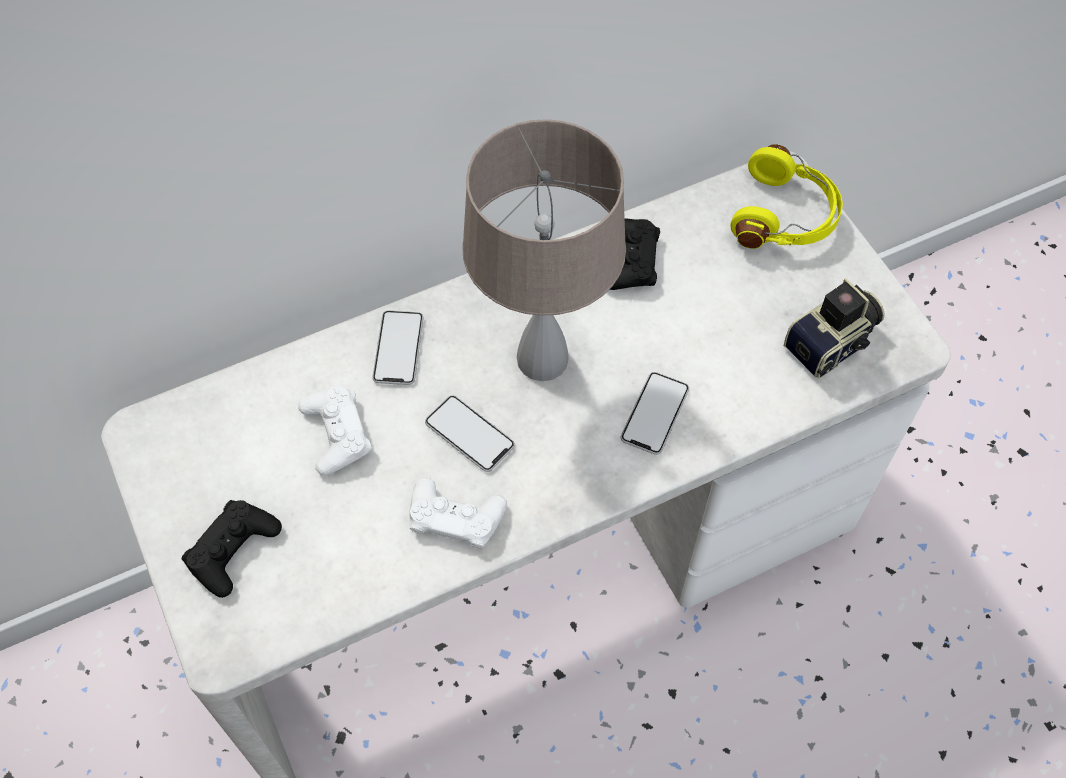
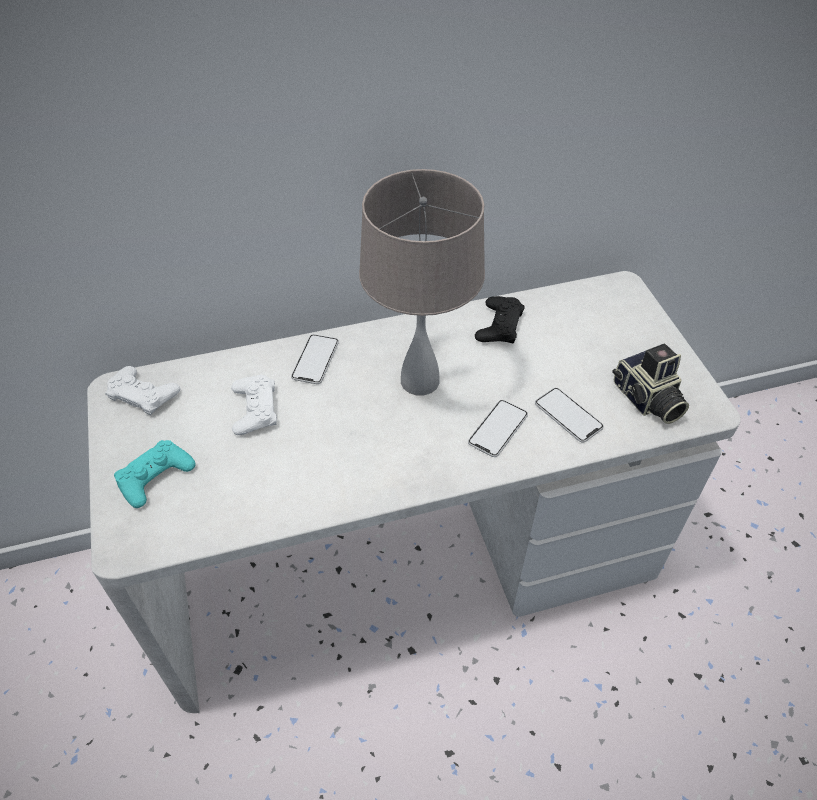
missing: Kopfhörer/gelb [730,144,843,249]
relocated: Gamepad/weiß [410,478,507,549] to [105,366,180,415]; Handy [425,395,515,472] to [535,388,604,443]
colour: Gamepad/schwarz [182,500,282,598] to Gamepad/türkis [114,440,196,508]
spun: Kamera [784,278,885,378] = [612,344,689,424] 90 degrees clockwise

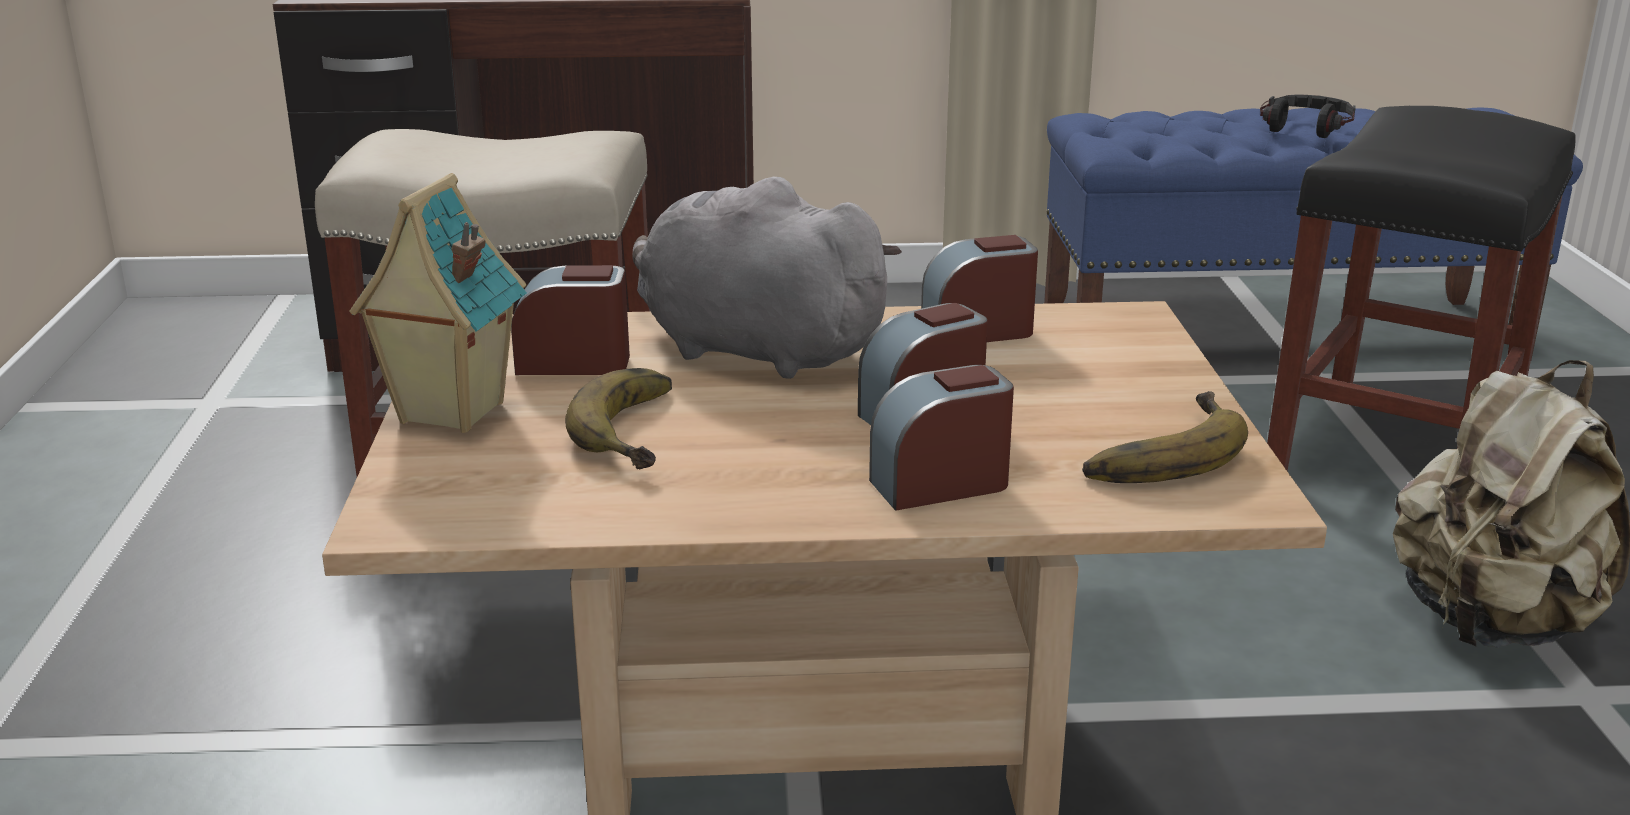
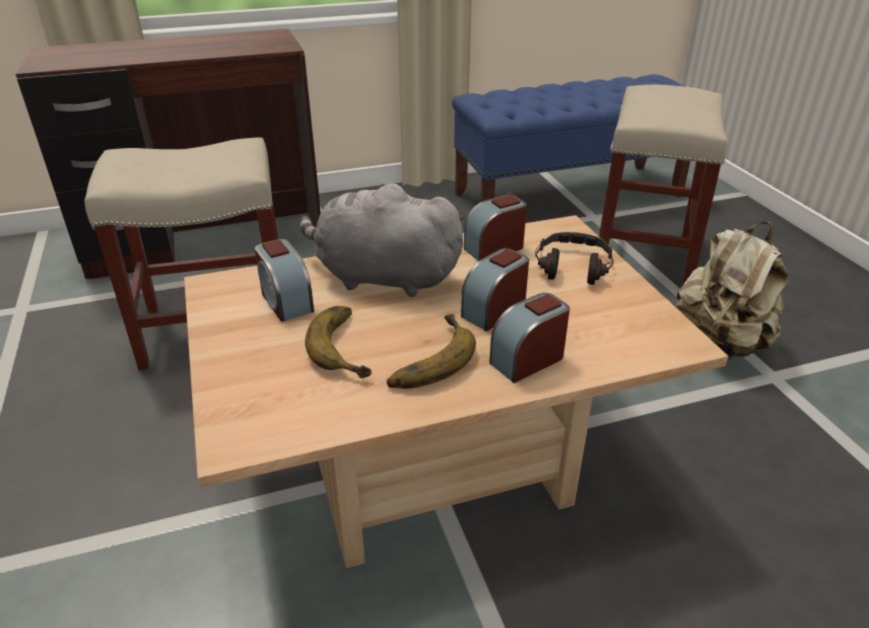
missing: Spielzeughaus [349,173,527,433]
relocated: Banane [1082,391,1248,483] to [387,314,476,389]; Kopfhörer [1260,95,1356,138] to [535,232,614,285]
colour: Hocker/schwarz [1267,106,1576,471] to Hocker/beige [599,84,727,287]
spun: Wecker [511,265,630,375] = [255,239,314,322] 105 degrees counterclockwise

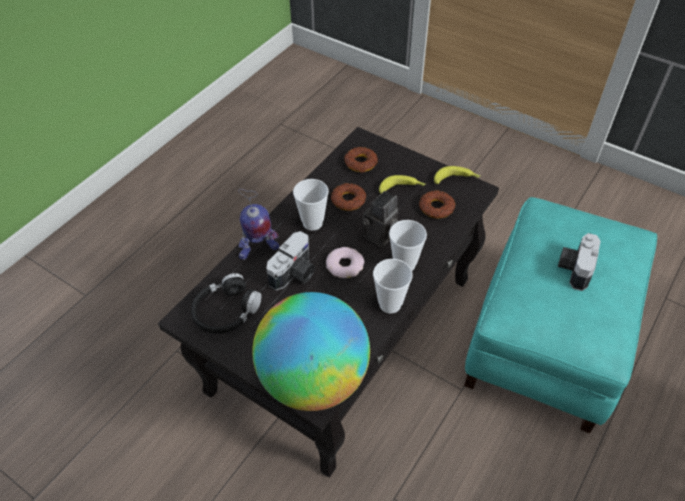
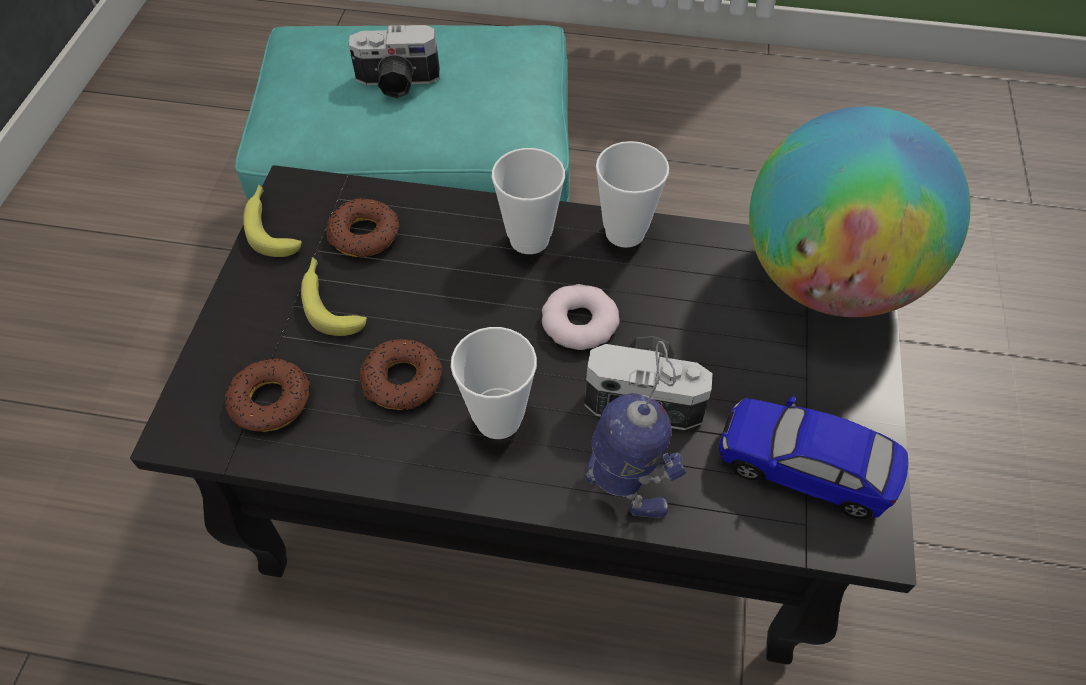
missing: Kamera [362,191,398,247]
exchanged: Kopfhörer/schwarz [191,273,262,334] to Spielzeugauto [719,397,908,519]

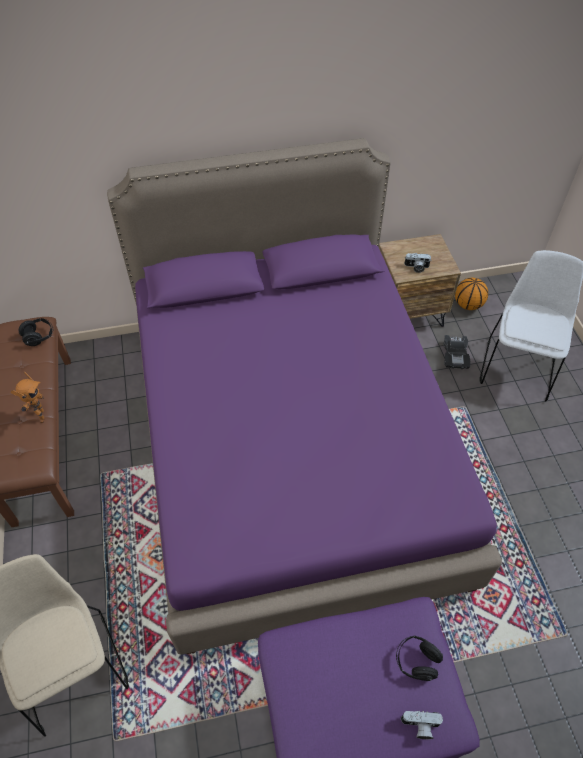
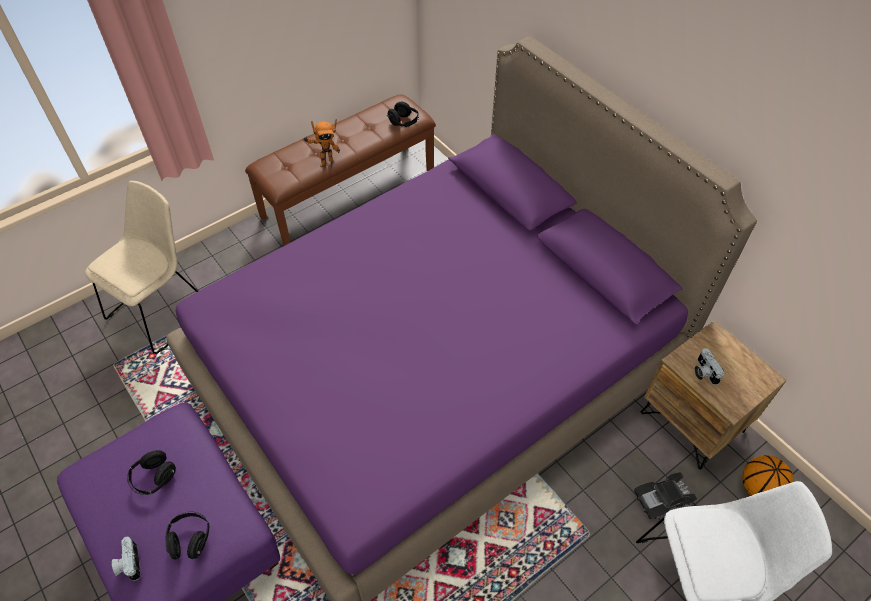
appeared: Kopfhörer/schwarz [127,450,176,495]

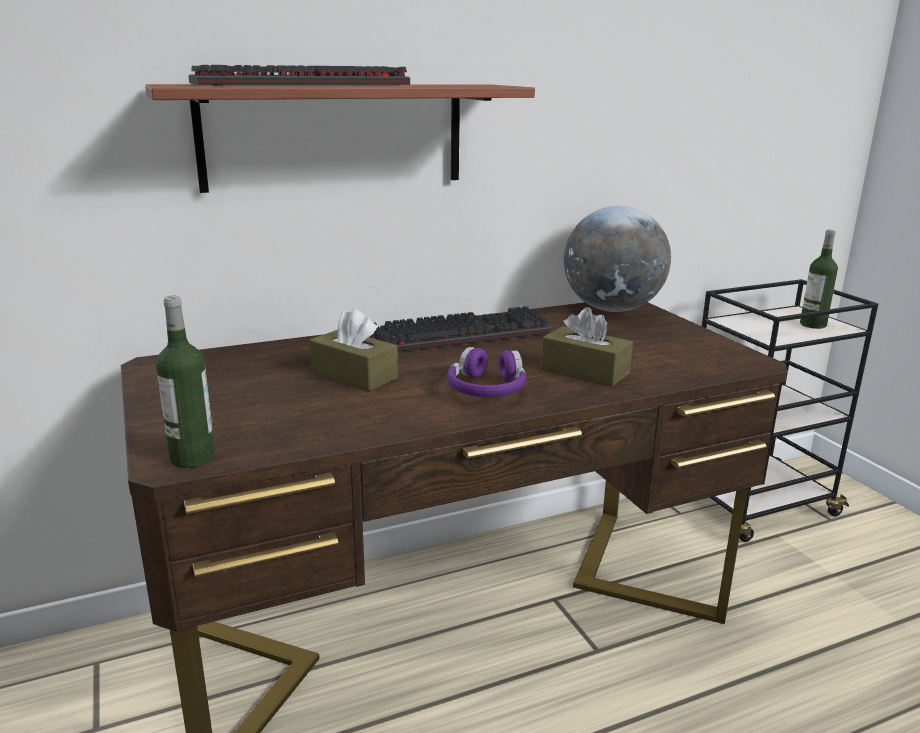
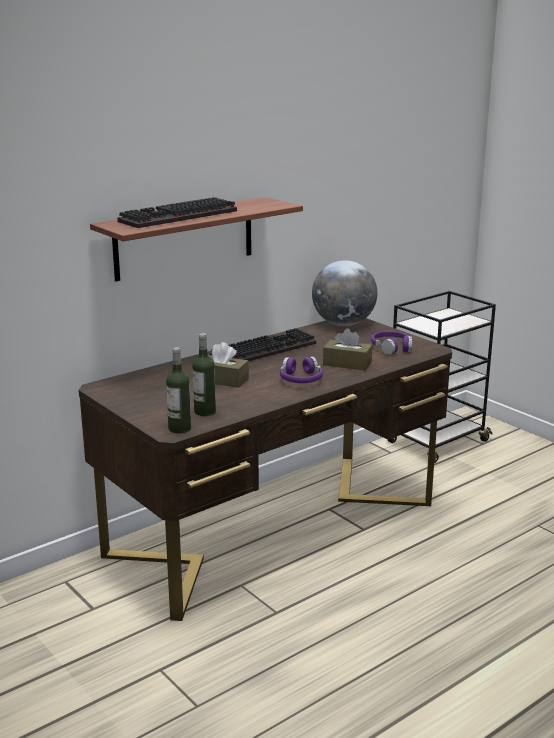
appeared: Kopfhörer/lila [371,331,412,355]
relocated: Flasche [800,230,838,329] to [193,333,216,416]

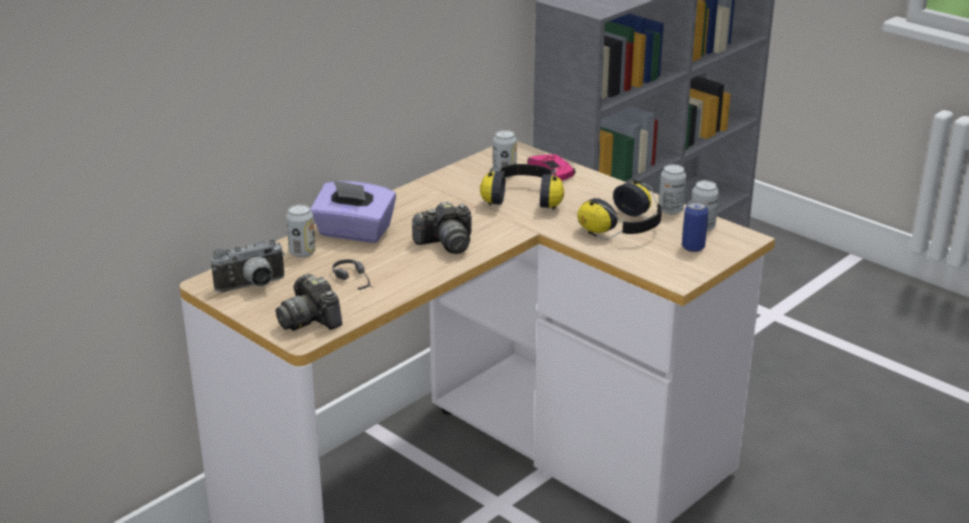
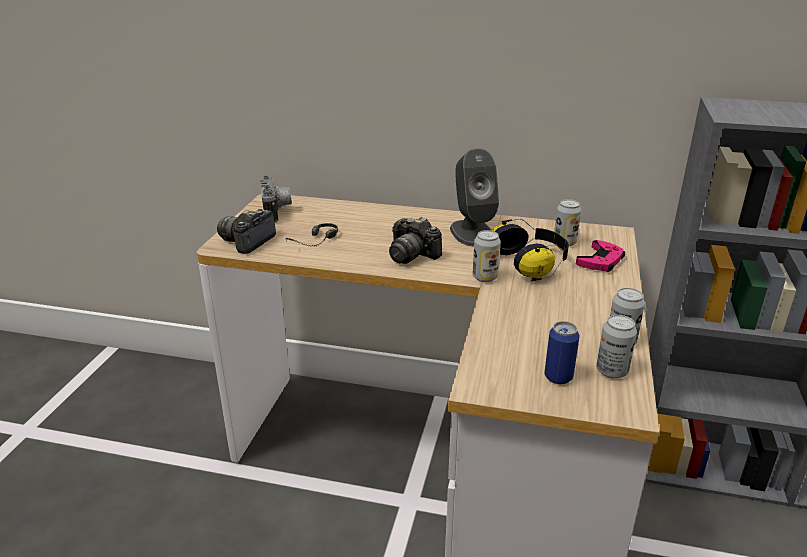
missing: Taschentuchbox/lila [310,180,396,243]; Kopfhörer [577,179,662,240]
appeared: Lautsprecher/grau [450,148,499,246]
relocated: Dose [286,204,316,258] to [473,230,501,282]
spun: Kamera [211,239,285,292] = [260,176,292,223] 135 degrees counterclockwise

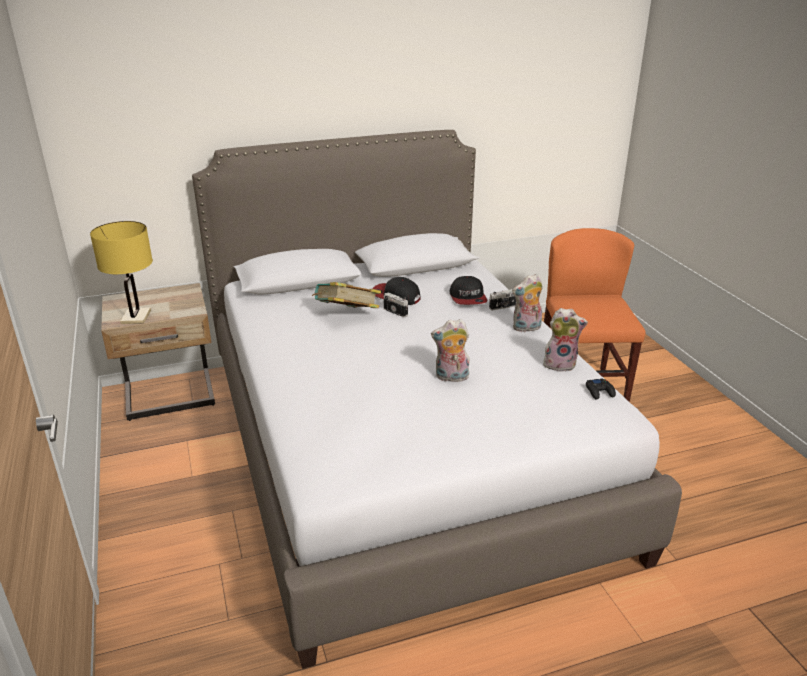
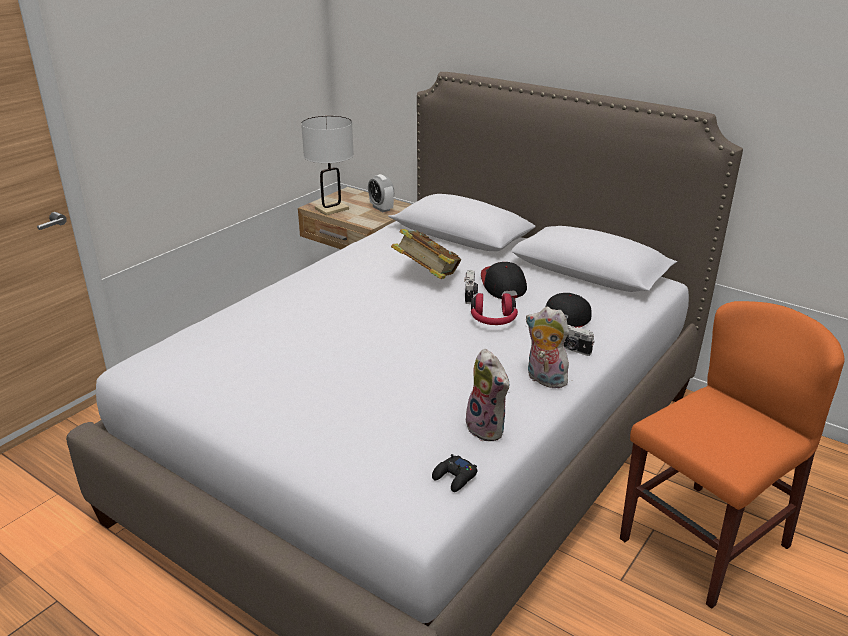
missing: Plüschtier [431,319,470,382]
appeared: Wecker [368,174,394,212]; Kopfhörer/rot [471,293,518,325]
colour: Tischlampe/gelb [90,221,153,324] to Tischlampe/weiß [301,116,354,216]

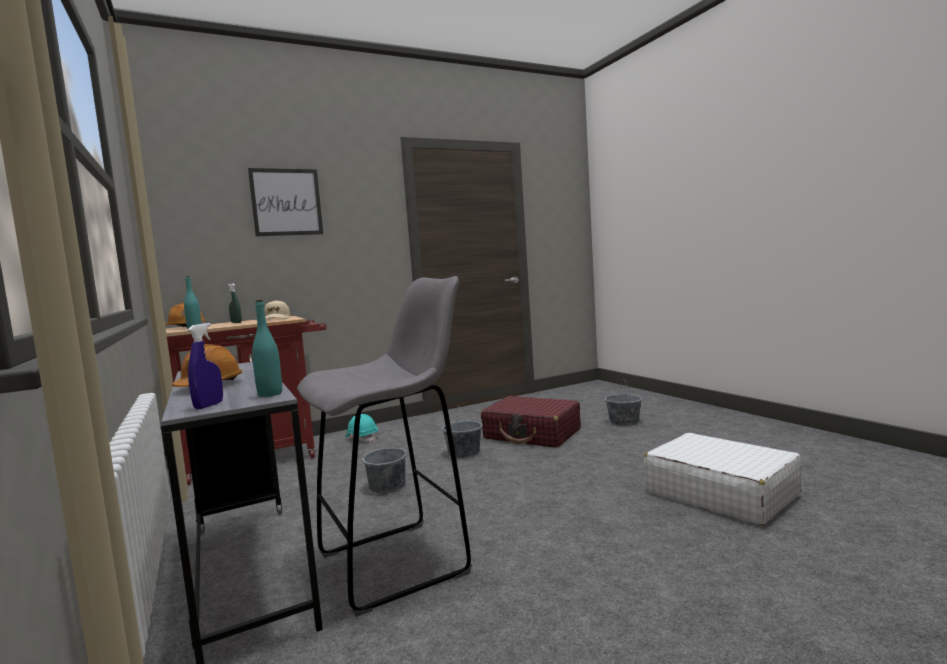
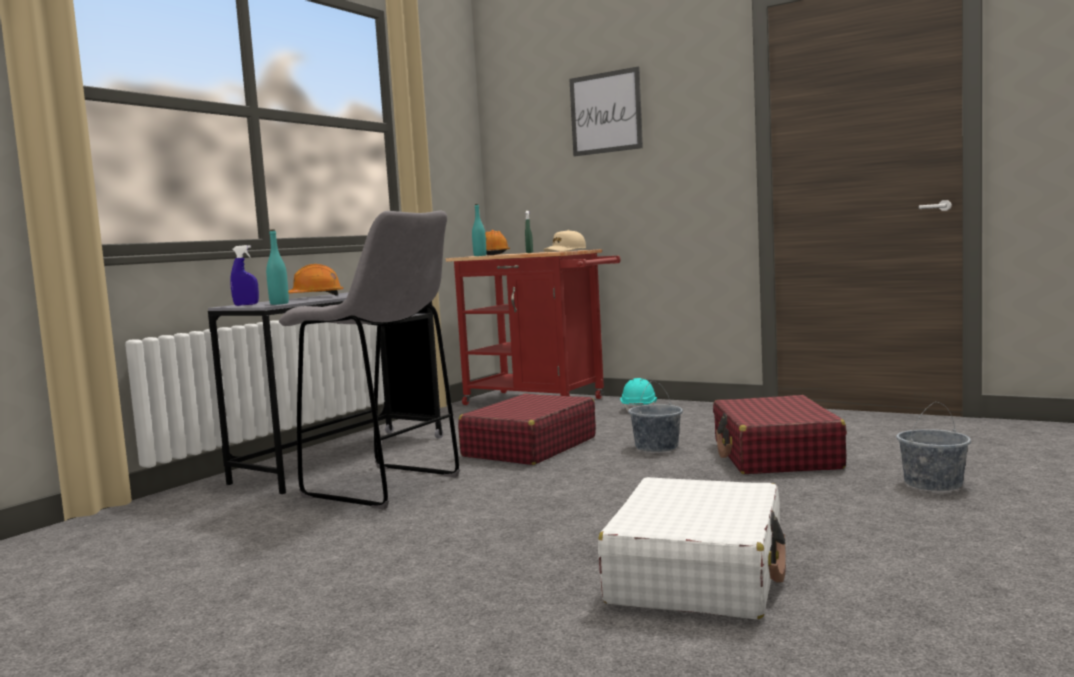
exchanged: Eimer/grau [362,432,407,494] to Koffer/rot [458,393,596,465]

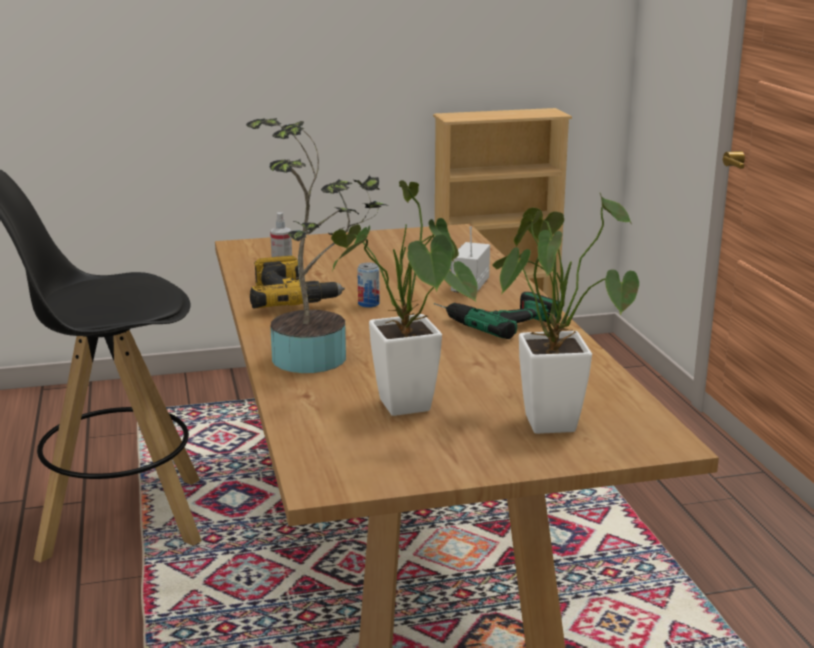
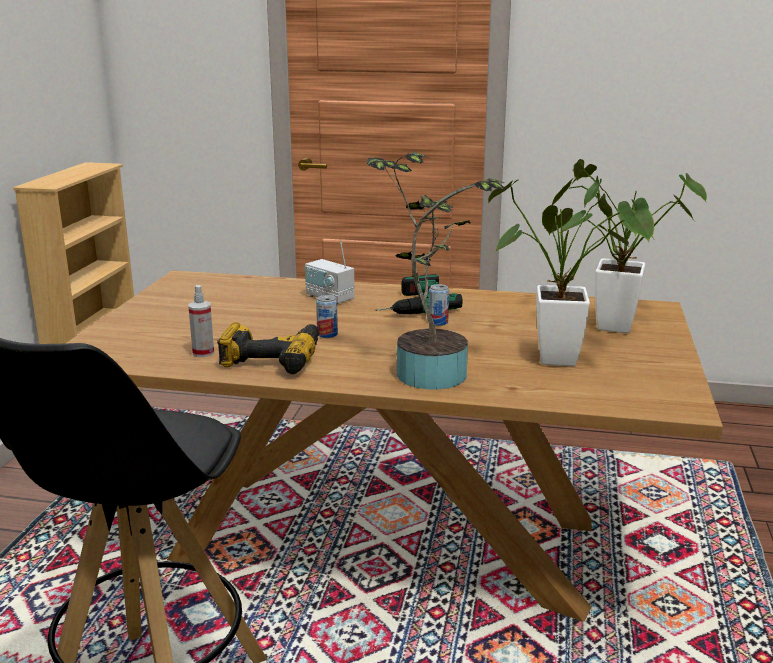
appeared: Dose [429,284,449,326]

